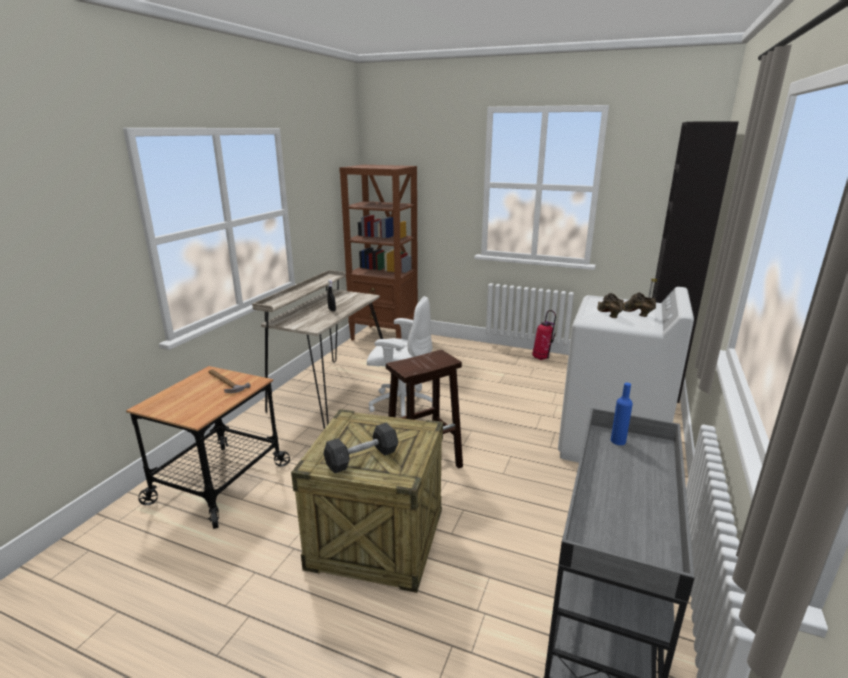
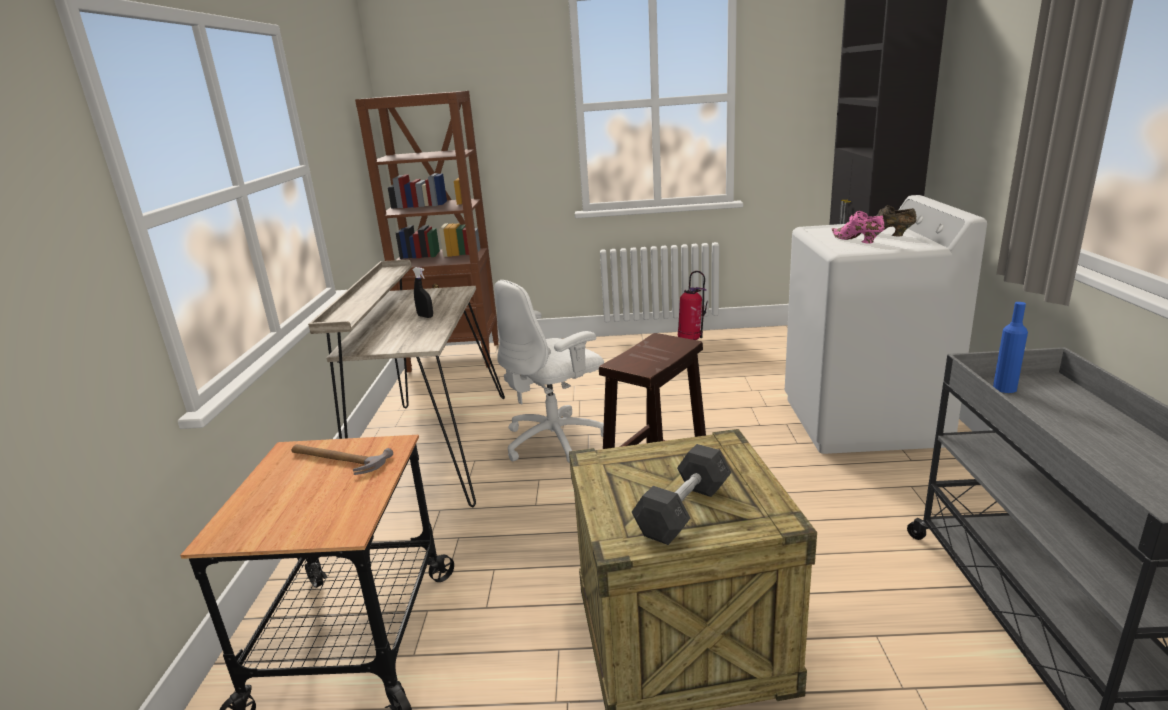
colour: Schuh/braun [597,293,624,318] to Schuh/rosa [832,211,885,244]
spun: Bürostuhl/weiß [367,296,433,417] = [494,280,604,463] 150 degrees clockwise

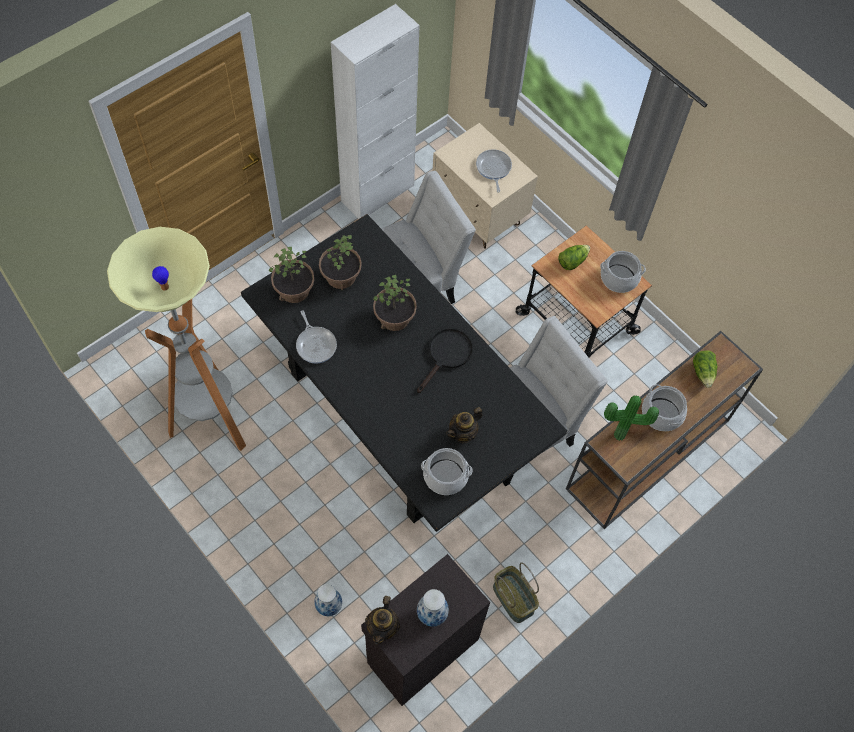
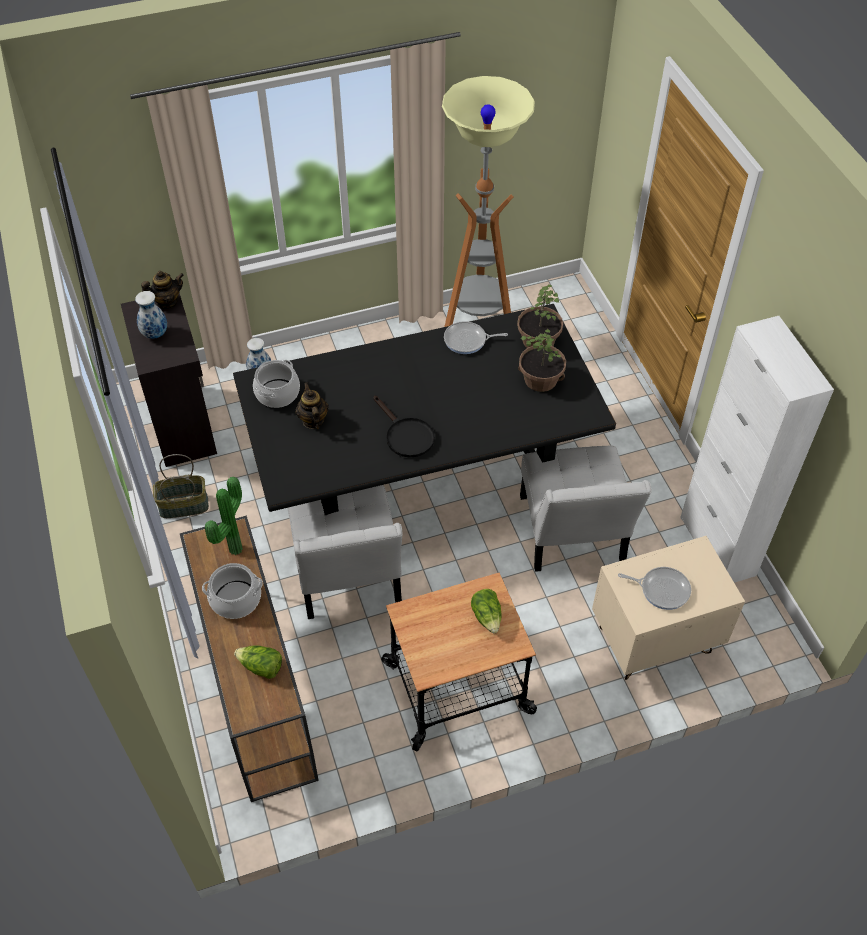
missing: Topfpflanze [373,275,417,331]; Kochtopf [600,251,646,293]
spun: Teekanne [365,596,400,645] = [141,271,184,309] 120 degrees clockwise

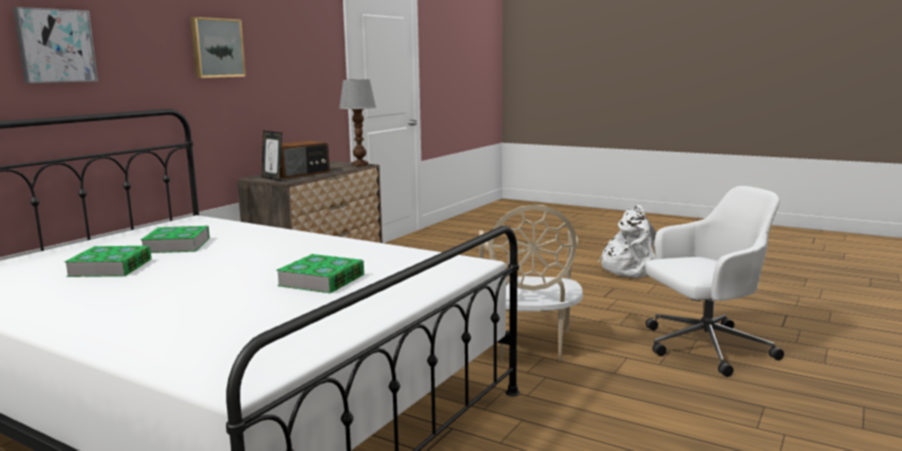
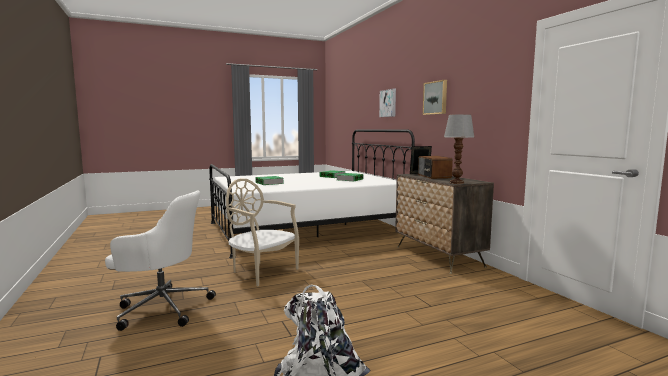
spun: Bürostuhl/weiß [645,186,784,377] = [105,190,216,331] 105 degrees counterclockwise

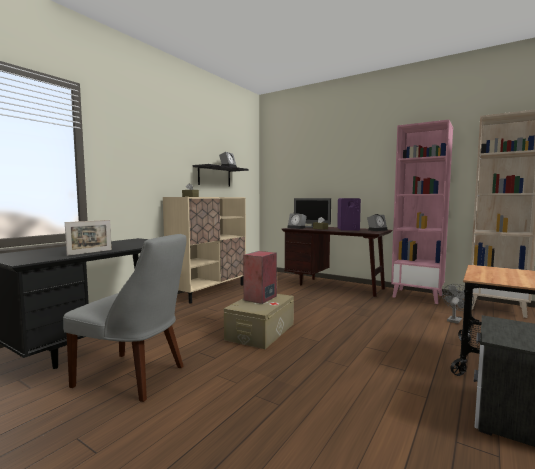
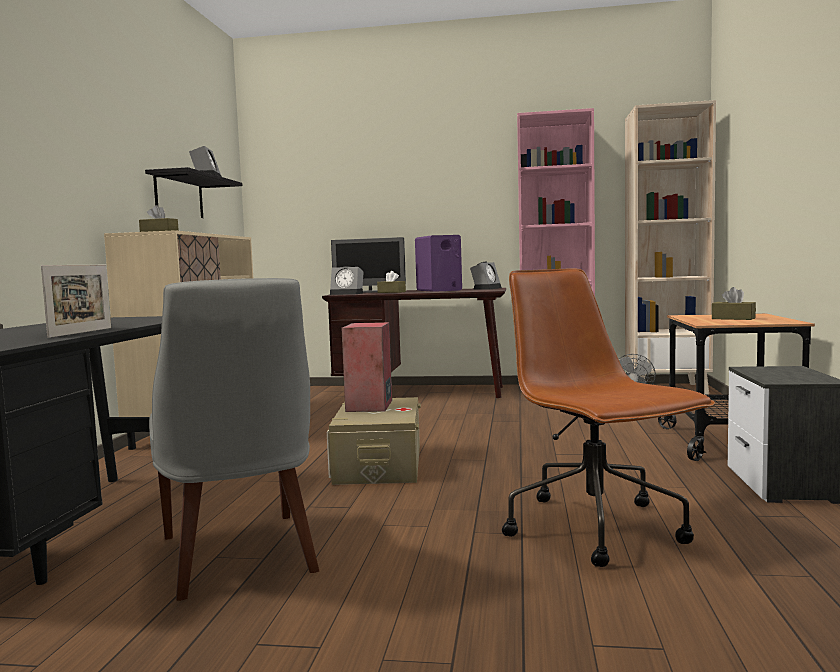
appeared: Bürostuhl/braun [502,269,715,567]; Taschentuchbox/braun [712,287,756,320]
spun: Stuhl/grau [63,234,187,402] = [149,278,319,601] 75 degrees clockwise

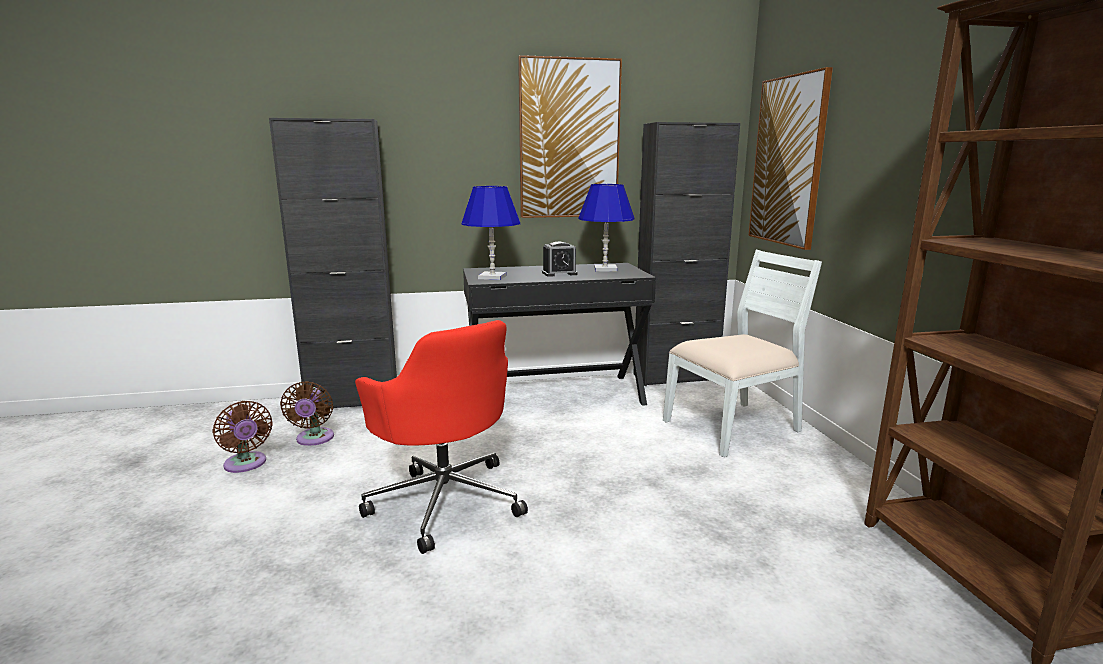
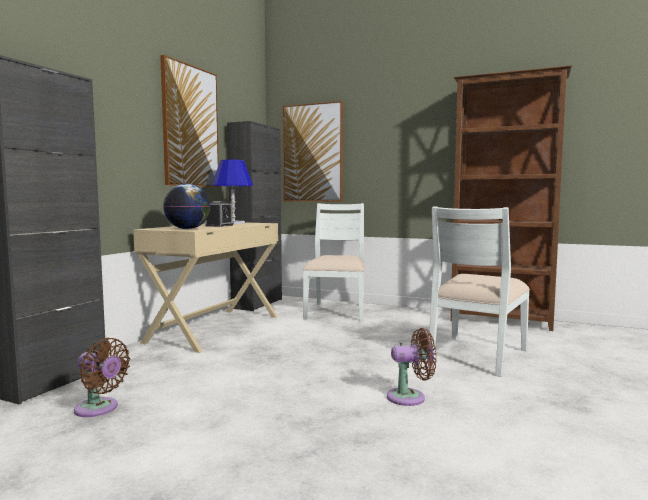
missing: Bürostuhl/rot [355,320,528,554]
appeared: Stuhl/weiß [429,207,530,377]
relocated: Ventilator/braun [213,401,273,473] to [387,328,437,406]
exchanged: Tischlampe/blau [461,186,520,280] to Globus [163,184,210,229]
colour: Schreibtisch/schwarz [463,263,656,406] to Schreibtisch/beige [133,223,278,353]

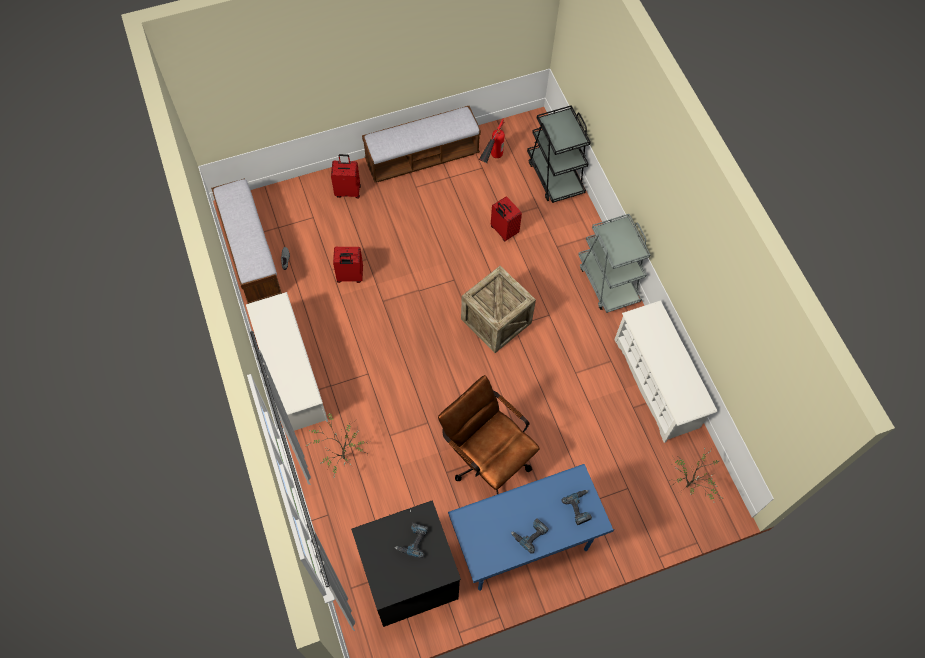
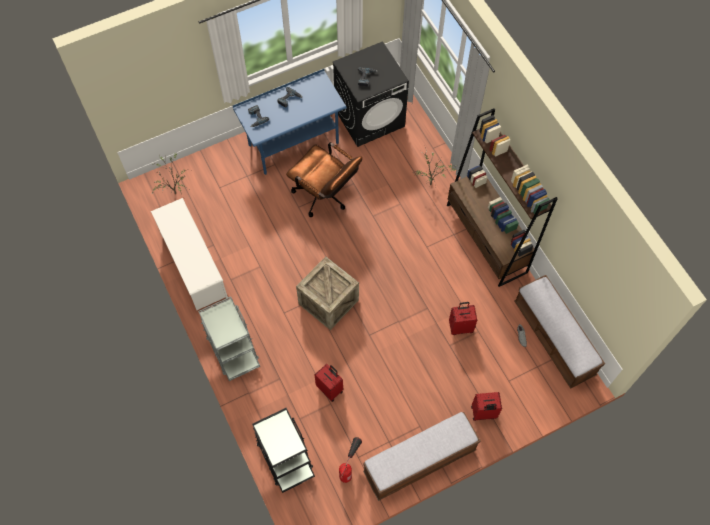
exchanged: Schuhregal/weiß [246,292,328,431] to Bücherregal/braun [447,108,558,287]

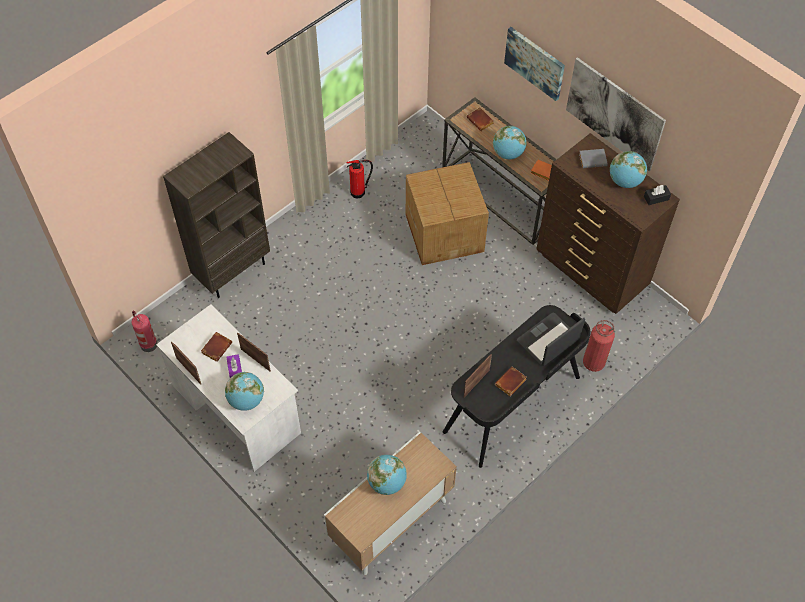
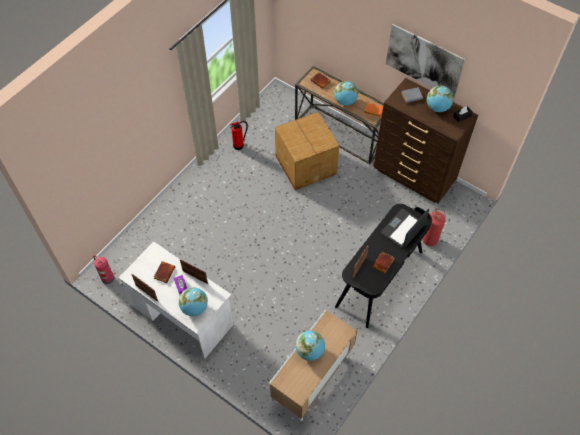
missing: Bücherregal/braun [163,132,270,298]; Bild [504,27,565,101]

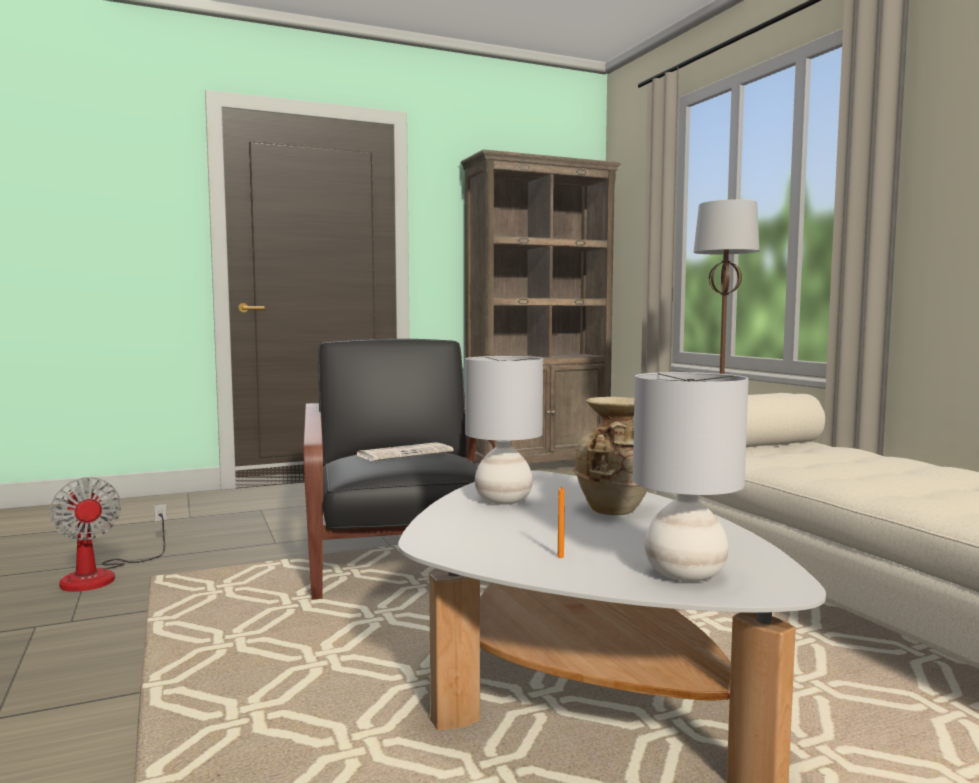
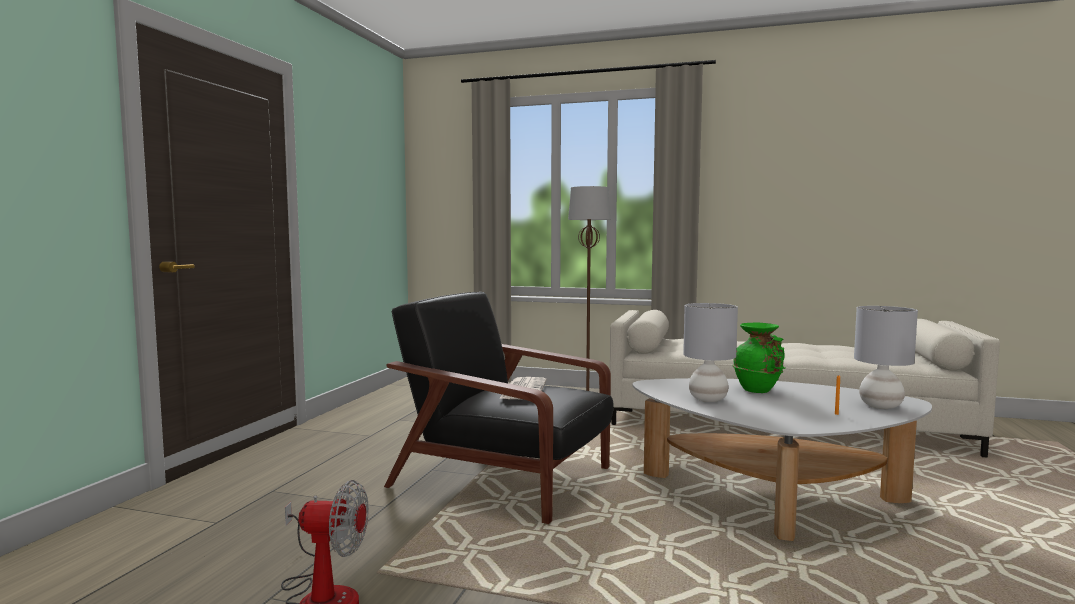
missing: Bücherregal/braun [461,149,621,464]
colour: Vase/beige [573,397,648,515] to Vase/grün [733,323,785,393]

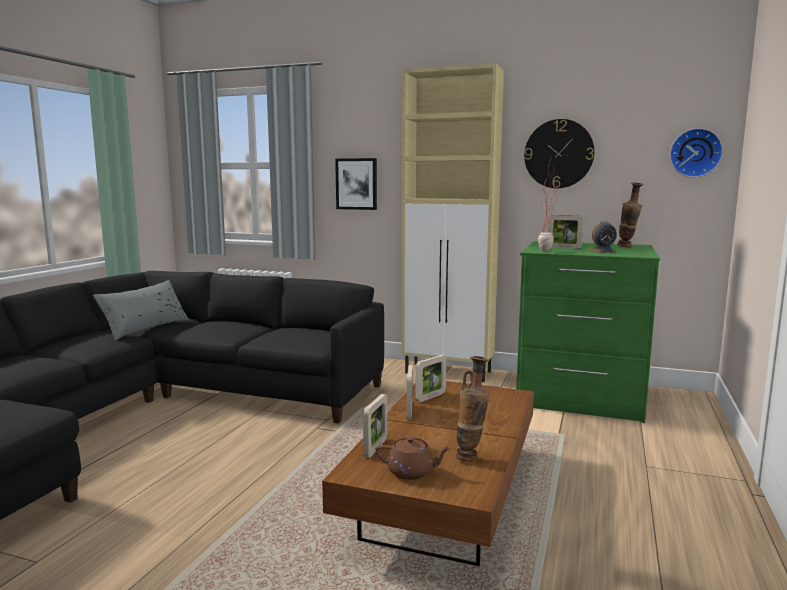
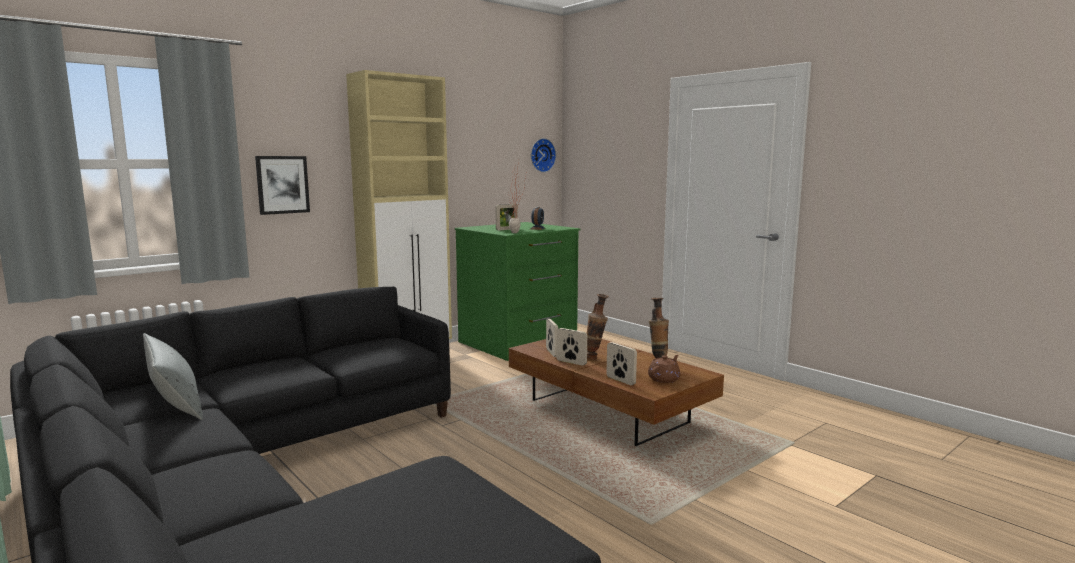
missing: Wanduhr [524,119,594,188]
relocated: Vase [617,182,644,247] to [587,294,609,360]

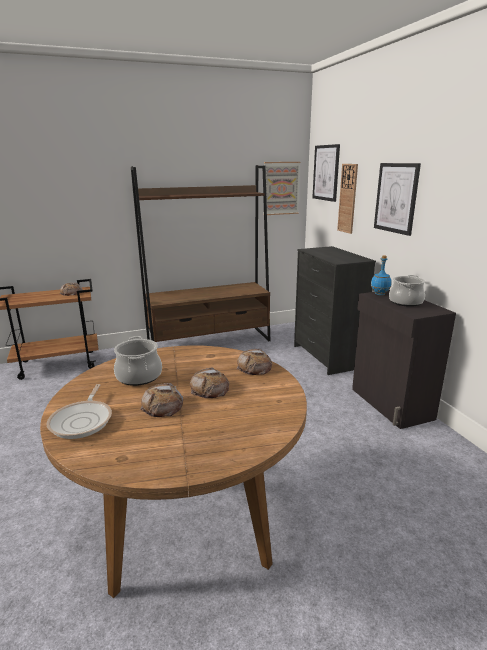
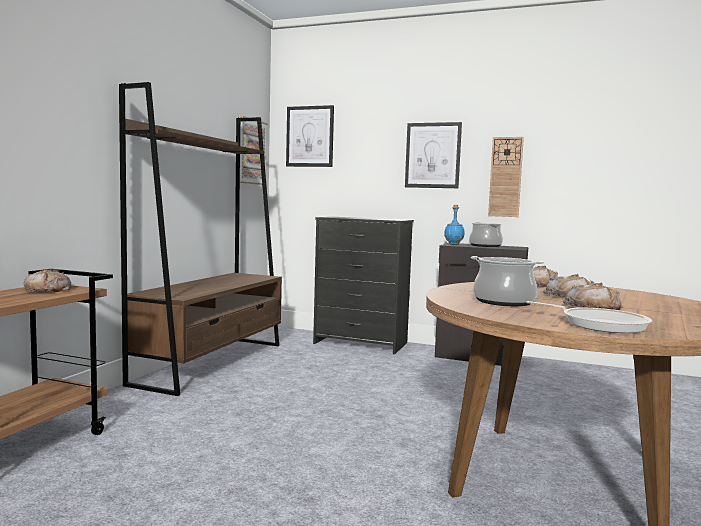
relocated: Wanduhr [337,164,358,234] to [488,137,524,217]

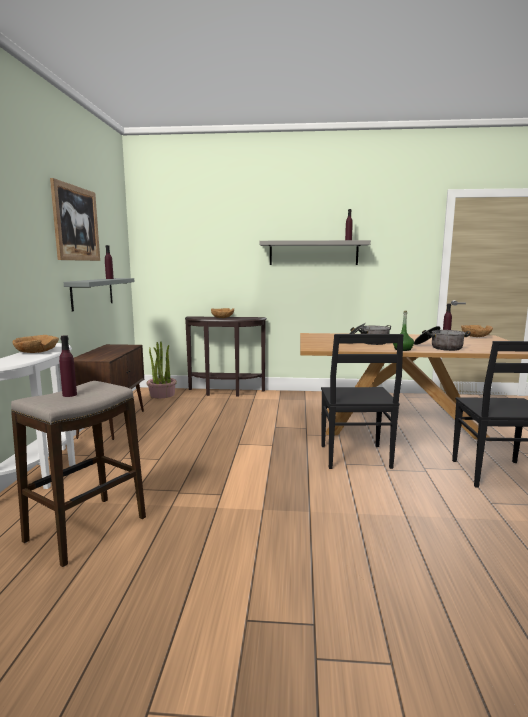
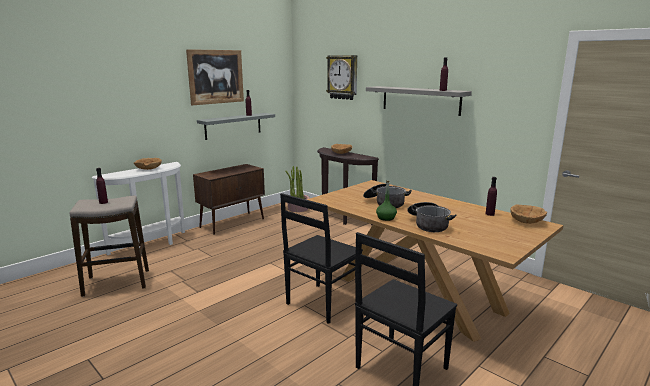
appeared: Wanduhr [326,55,357,100]

